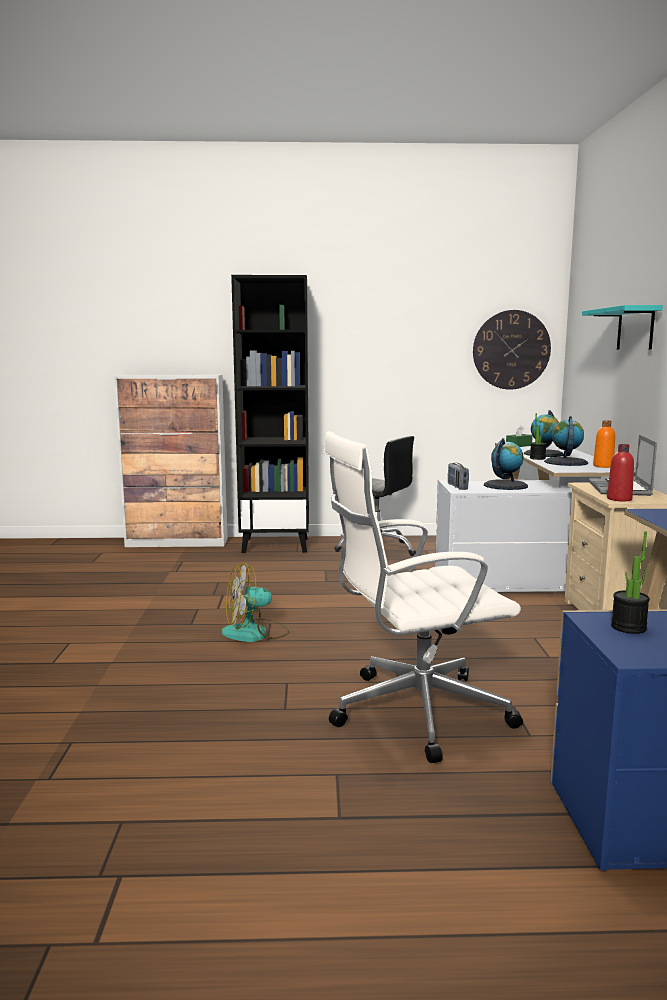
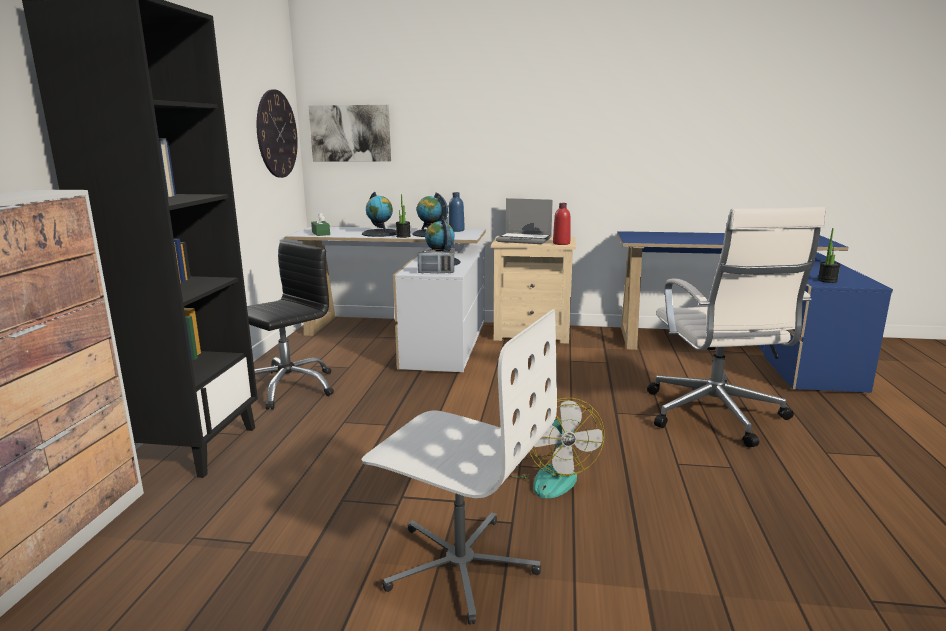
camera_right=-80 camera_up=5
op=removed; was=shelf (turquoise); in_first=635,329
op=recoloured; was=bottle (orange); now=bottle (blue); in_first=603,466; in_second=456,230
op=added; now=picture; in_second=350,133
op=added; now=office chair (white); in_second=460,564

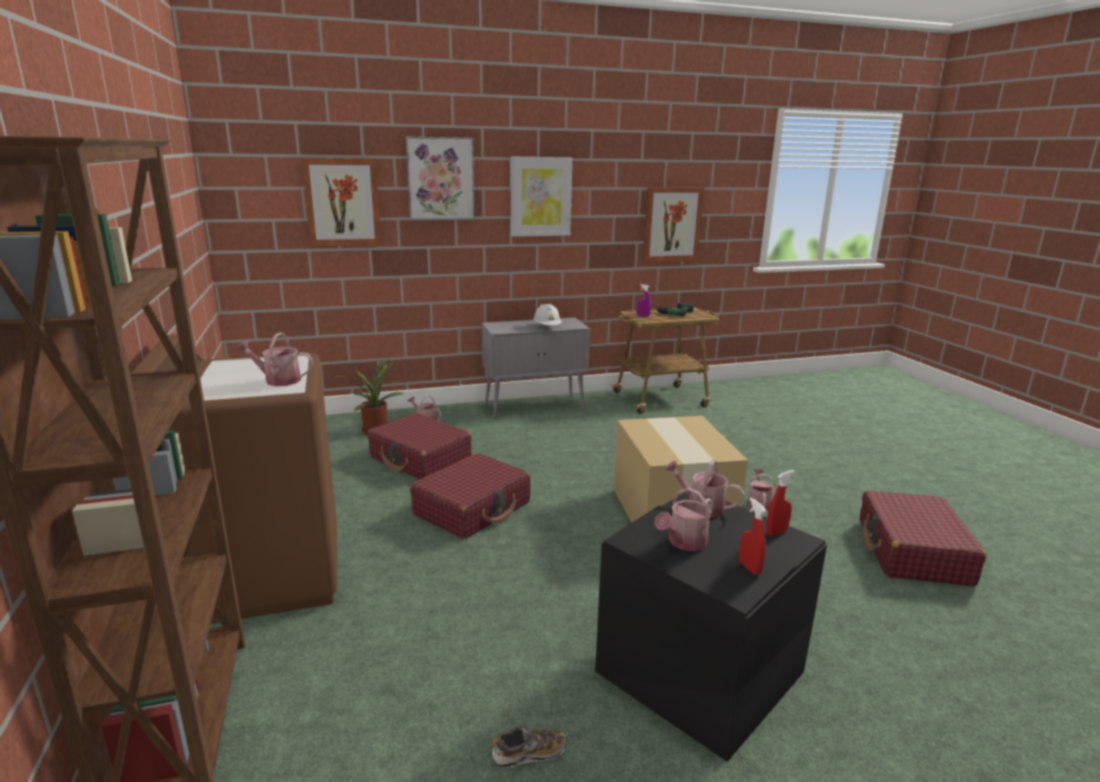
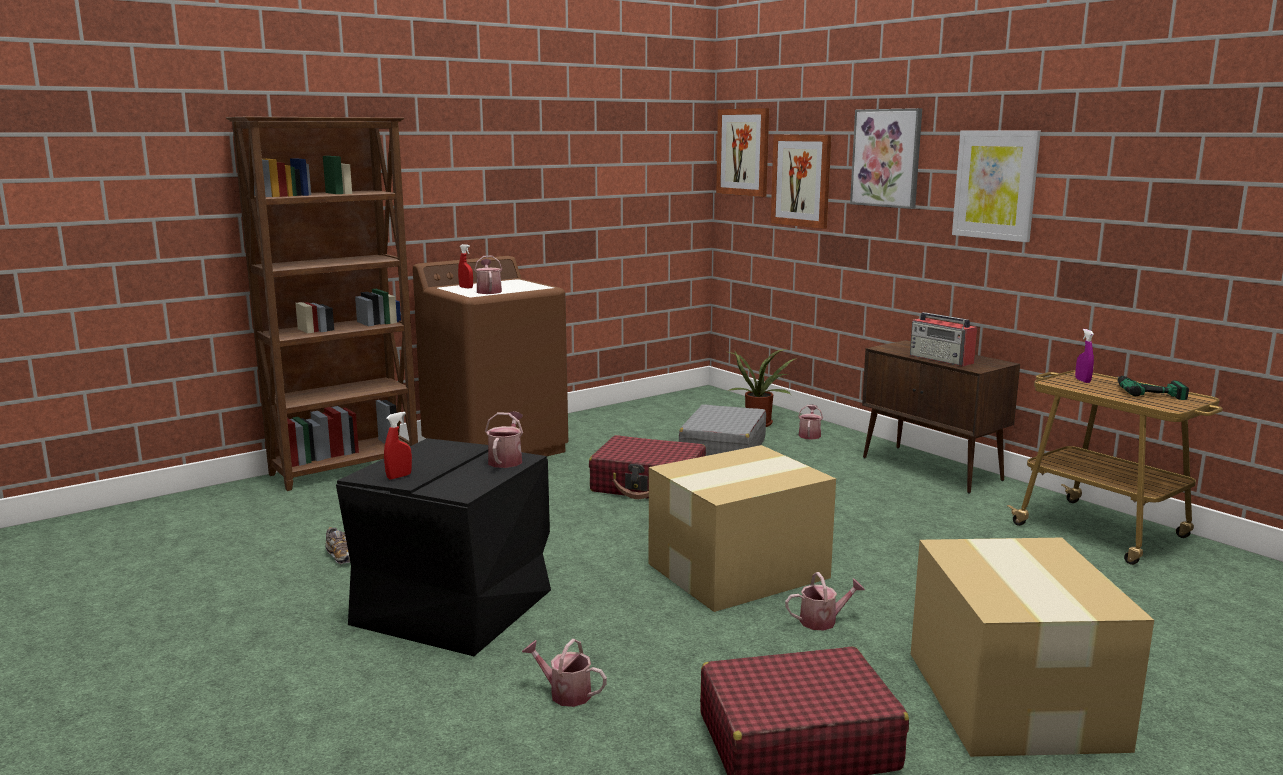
camera_right=70 camera_up=-5
op=moved; was=picture; in_first=672,224; in_second=743,152
op=replaced; was=hard hat (white); now=radio; in_first=547,327; in_second=941,359
op=recoloured; was=cabinet (grey); now=cabinet (brown); in_first=535,407; in_second=932,469
op=recoloured; was=suitcase (red); now=suitcase (grey); in_first=420,459; in_second=722,450
op=moved; was=spray bottle (red); in_first=776,532; in_second=466,287
op=moved; was=watering can; in_first=684,542; in_second=565,693
op=added; now=cardboard box; in_second=1013,697

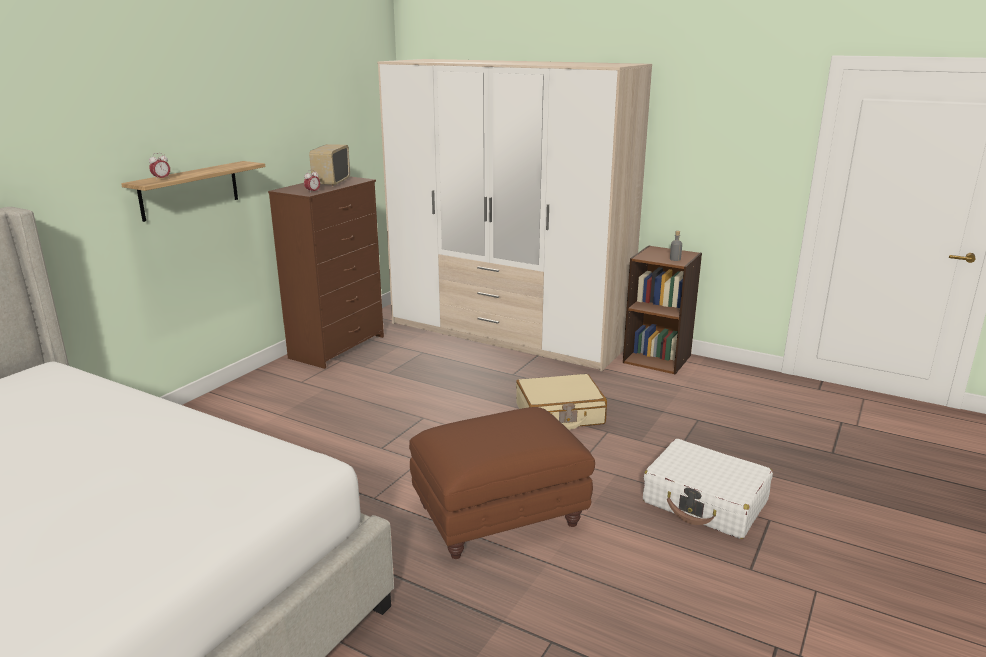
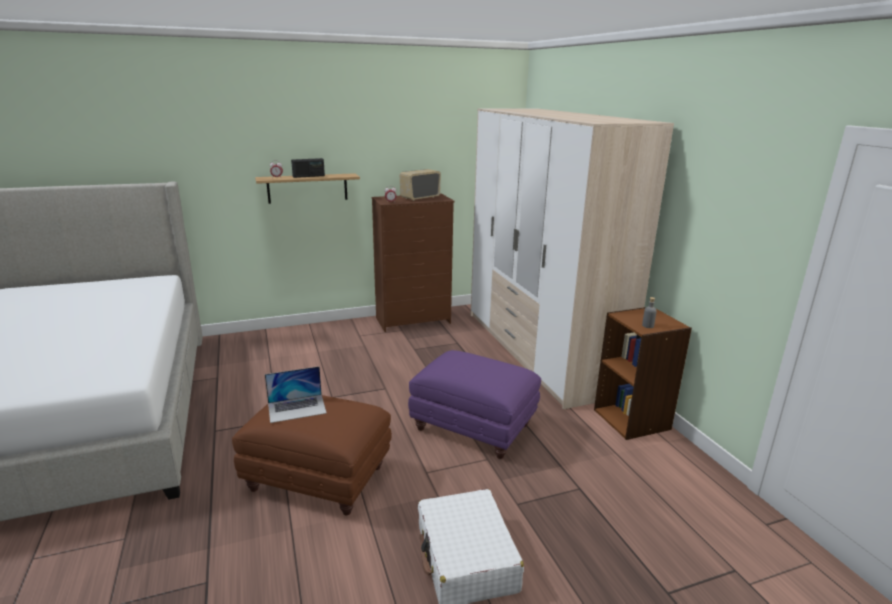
camera_right=40 camera_up=0
op=replaced; was=suitcase (beige); now=ottoman (purple); in_first=559,414; in_second=474,428
op=added; now=radio; in_second=308,176
op=added; now=laptop; in_second=297,408

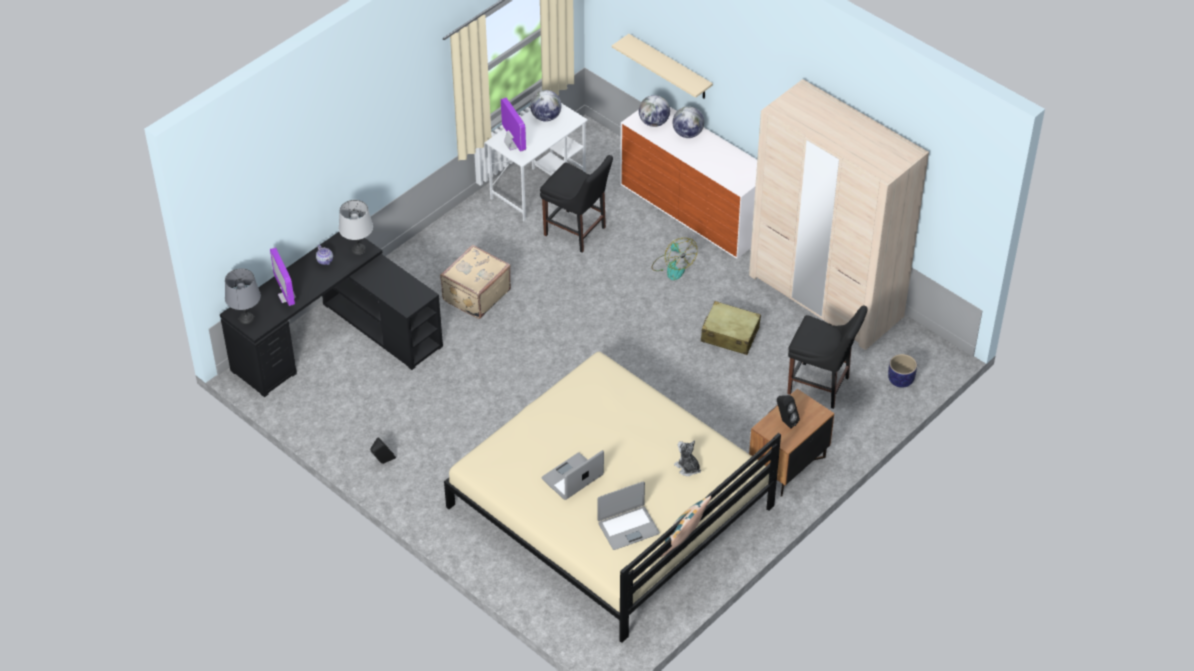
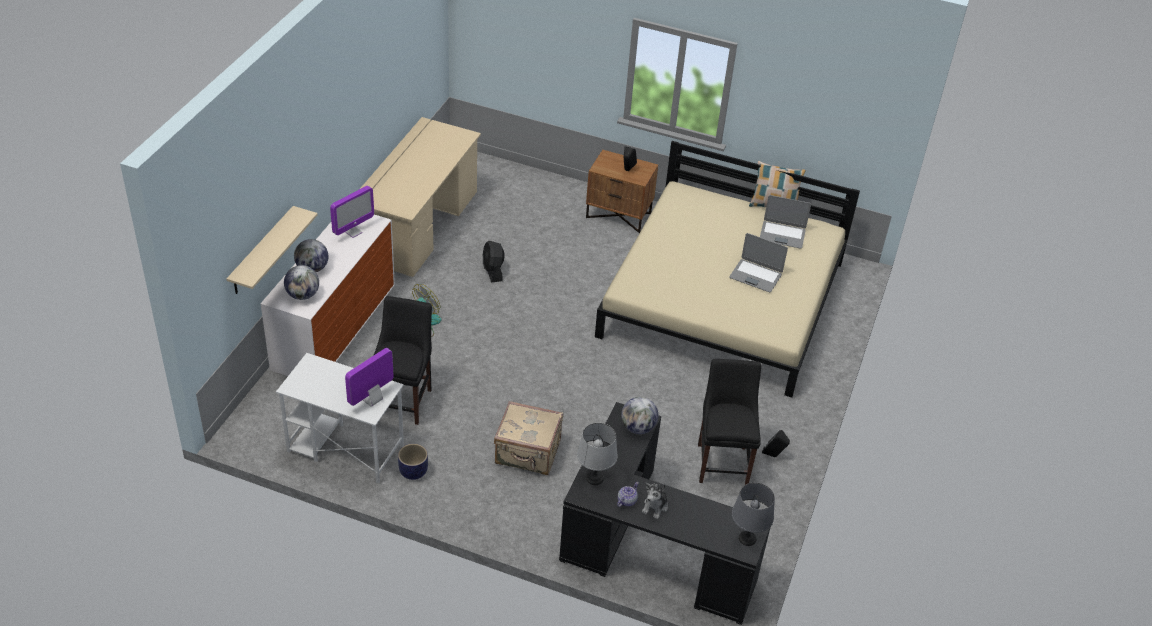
camera_right=-115 camera_up=-5
op=replaced; was=wardrobe (beige); now=desk (beige); in_first=825,296; in_second=418,225
op=moved; was=globe; in_first=546,117; in_second=638,428
op=moved; was=monitor; in_first=286,296; in_second=353,232
op=replaced; was=suitcase (beige); now=fan (black); in_first=730,335; in_second=493,271
op=moved; was=chair (black); in_first=821,387; in_second=722,462
op=moved; was=planter; in_first=900,380; in_second=413,472
op=moved; was=plush toy; in_first=687,468; in_second=655,506
op=turned; was=laptop; in_first=628,528; in_second=782,235; clockwise=150

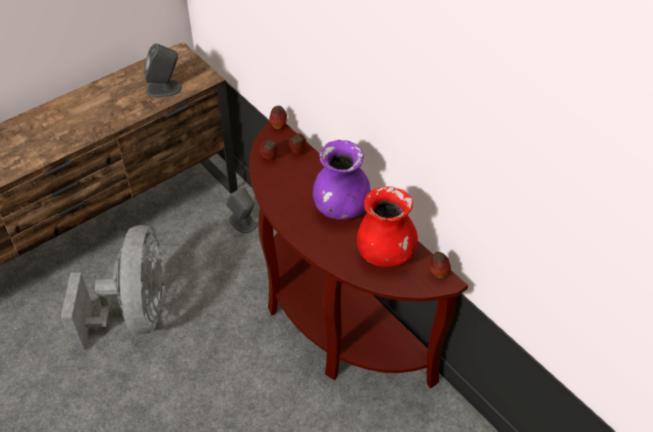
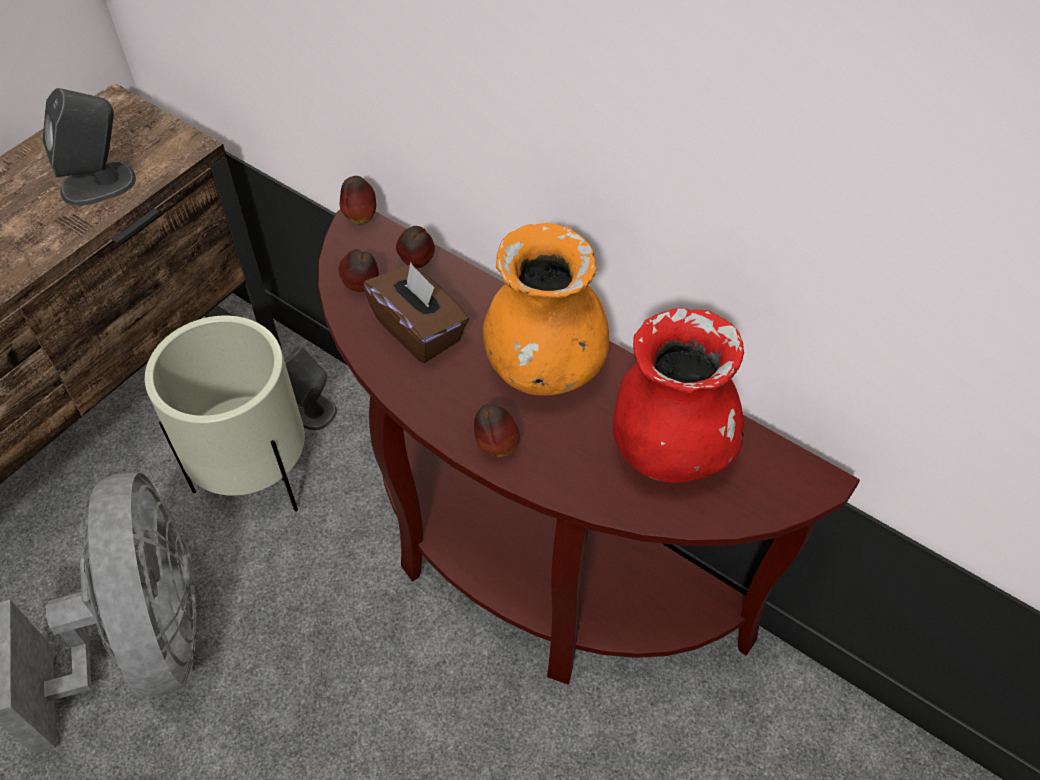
camera_right=-15 camera_up=5
op=recoloured; was=vase (purple); now=vase (orange); in_first=341,208; in_second=545,366
op=moved; was=apple; in_first=438,273; in_second=495,446
op=added; now=tissue box (brown); in_second=419,330
op=added; now=planter (beige); in_second=256,475

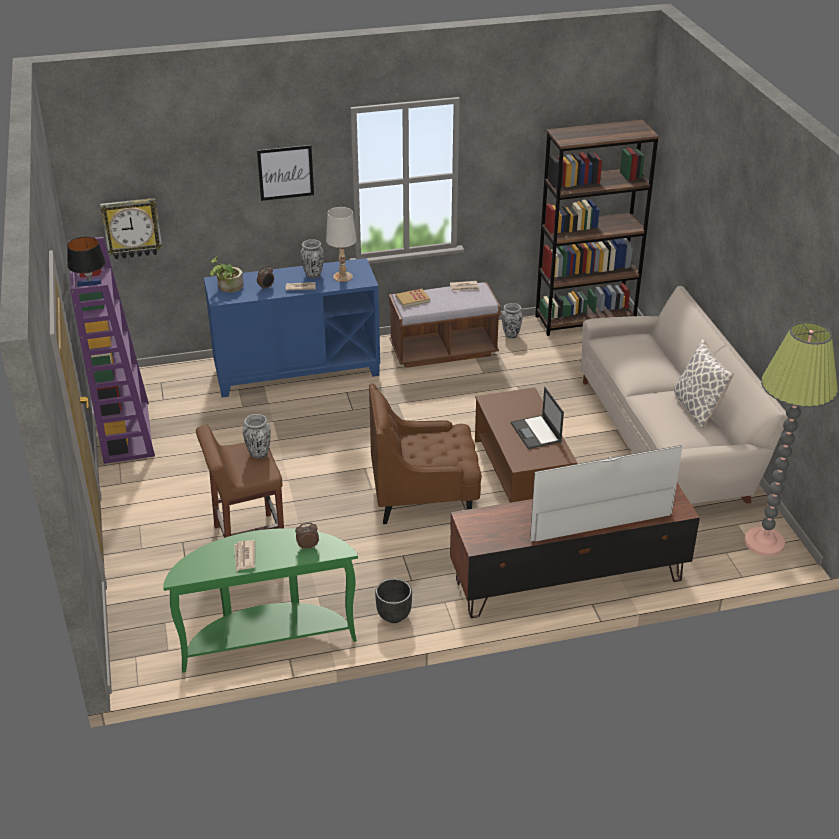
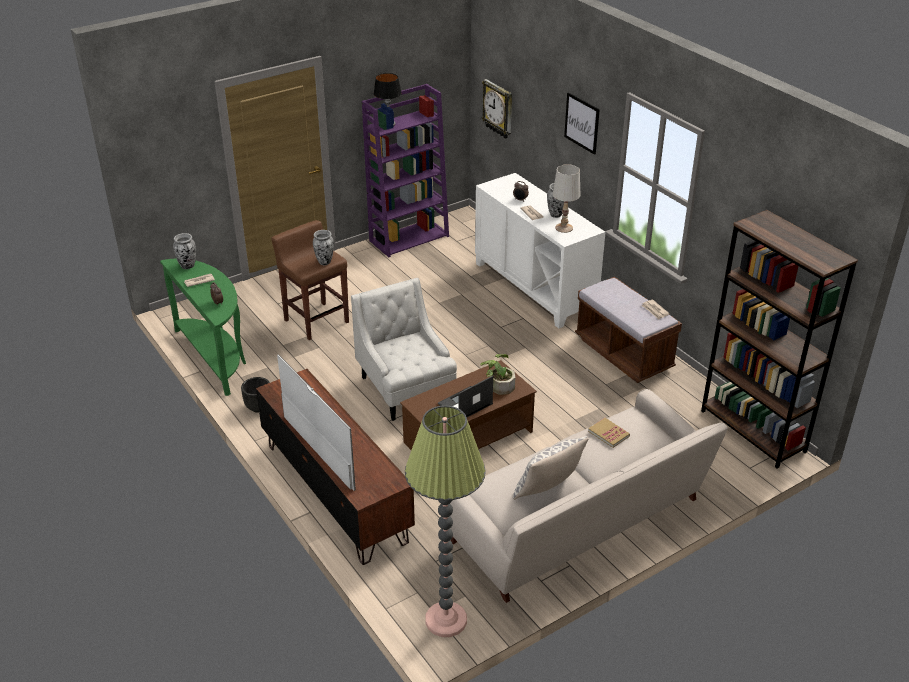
camera_right=70 camera_up=0
op=moved; was=potted plant; in_first=227,287; in_second=499,385
op=recoloured; was=cabinet (blue); now=cabinet (white); in_first=297,371; in_second=535,287
op=moved; was=book; in_first=412,299; in_second=608,434
op=moved; was=vase; in_first=511,335; in_second=187,266
op=recoloured; was=armchair (brown); now=armchair (white); in_first=424,497; in_second=406,390

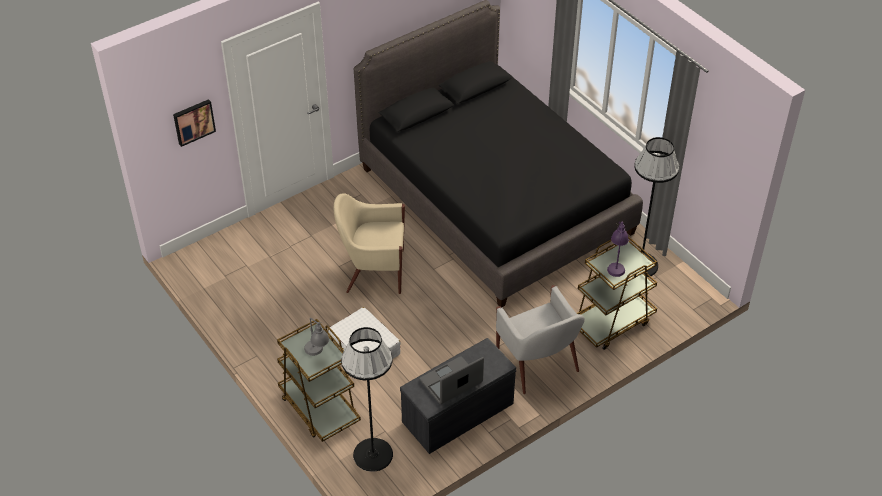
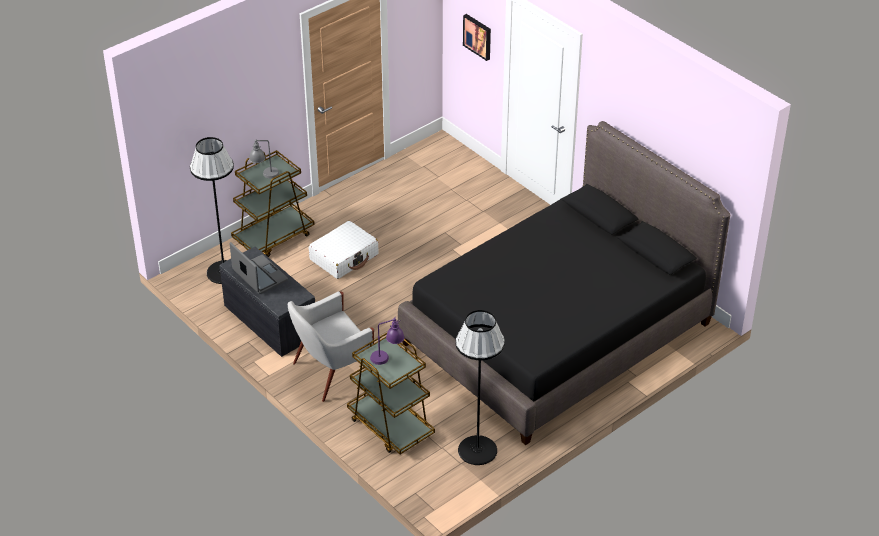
camera_right=85 camera_up=-5
op=removed; was=armchair (beige); in_first=373,271

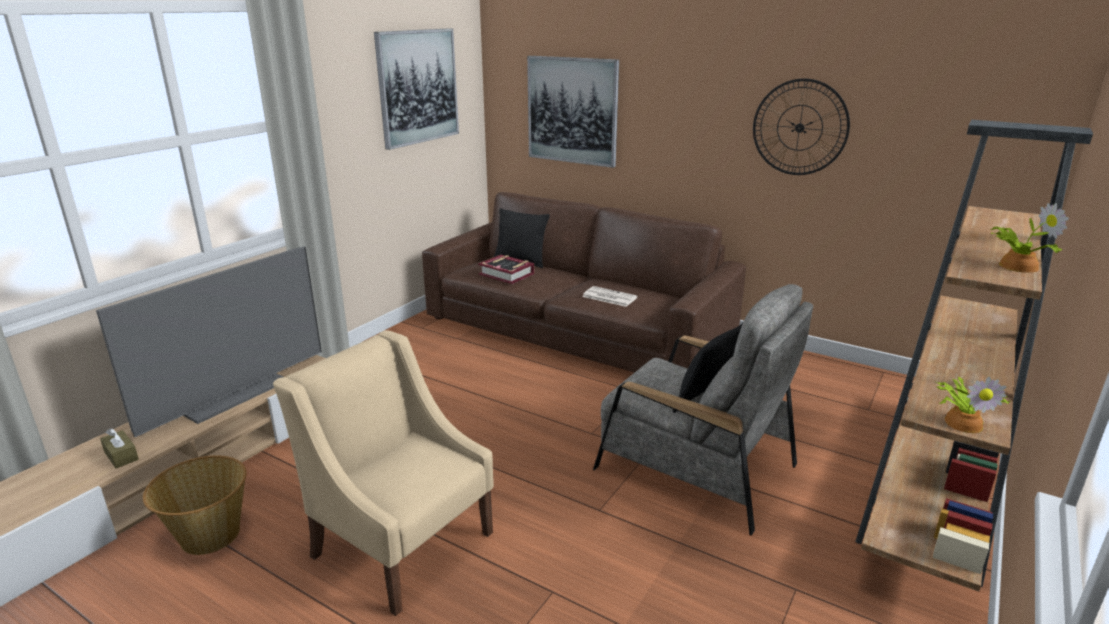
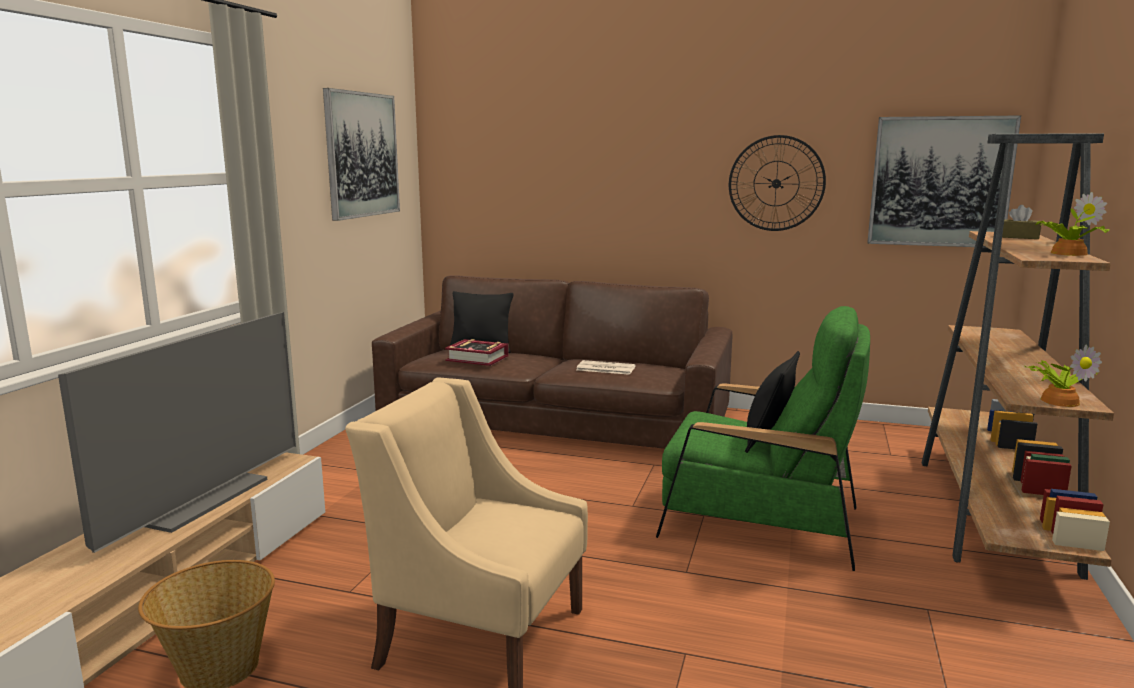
camera_right=-15 camera_up=-10
op=moved; was=picture; in_first=572,110; in_second=940,182
op=recoloured; was=armchair (grey); now=armchair (green); in_first=694,467; in_second=759,521
op=moved; was=tissue box (brown); in_first=121,456; in_second=1017,237

